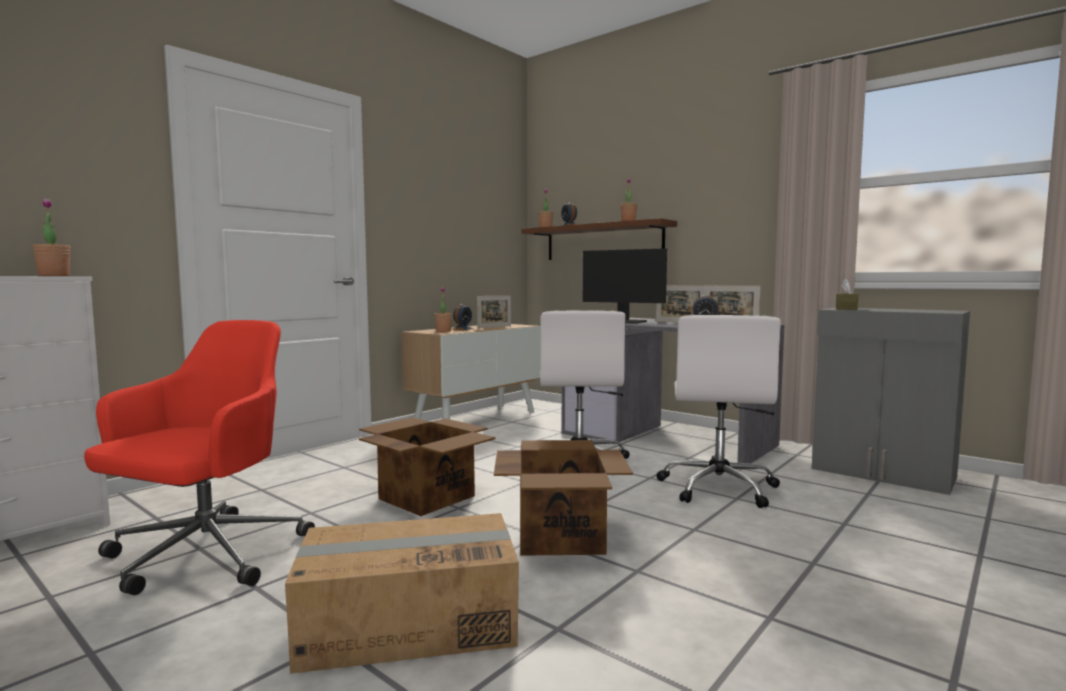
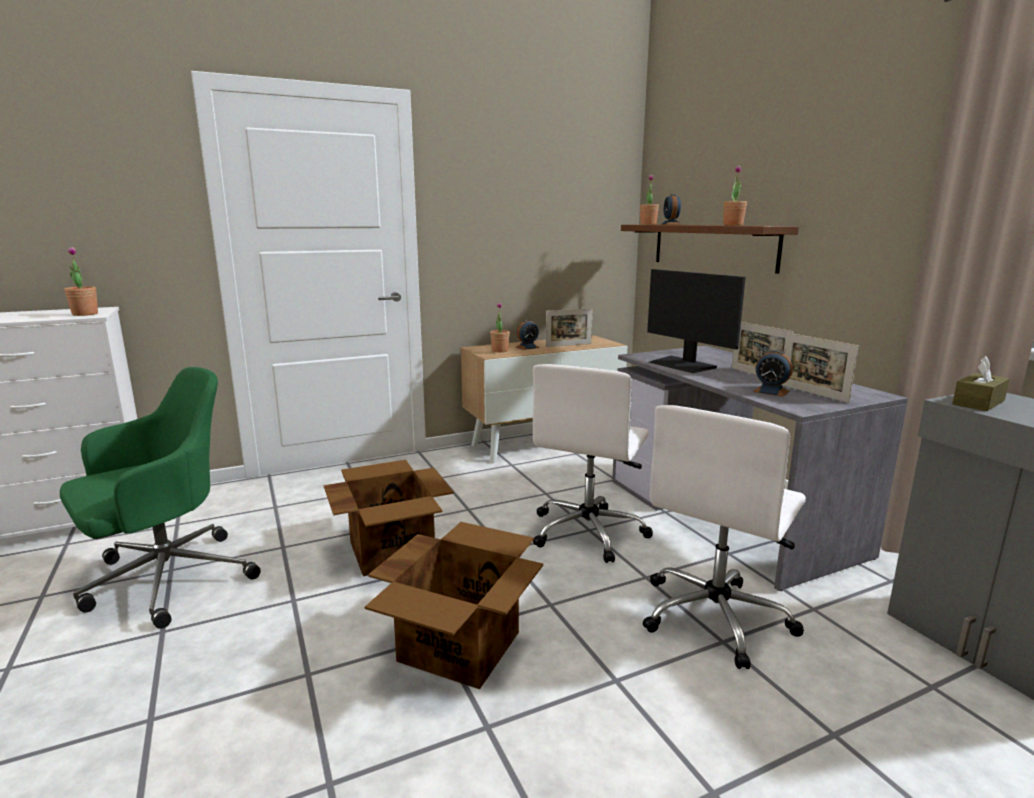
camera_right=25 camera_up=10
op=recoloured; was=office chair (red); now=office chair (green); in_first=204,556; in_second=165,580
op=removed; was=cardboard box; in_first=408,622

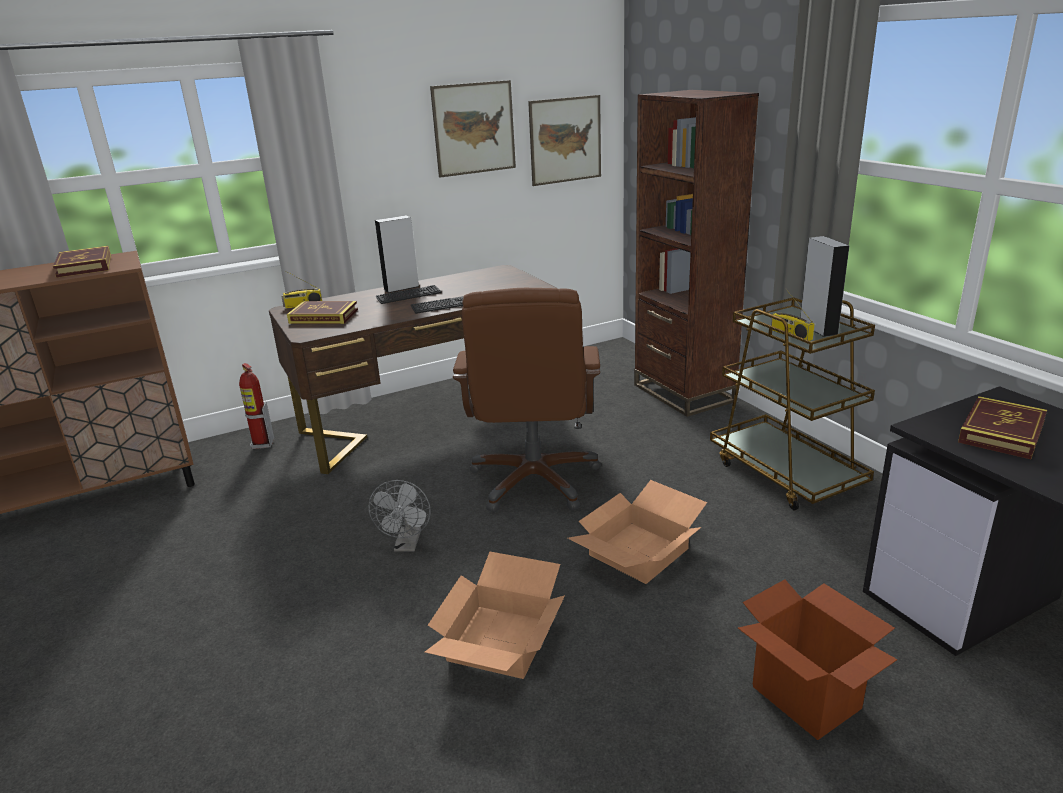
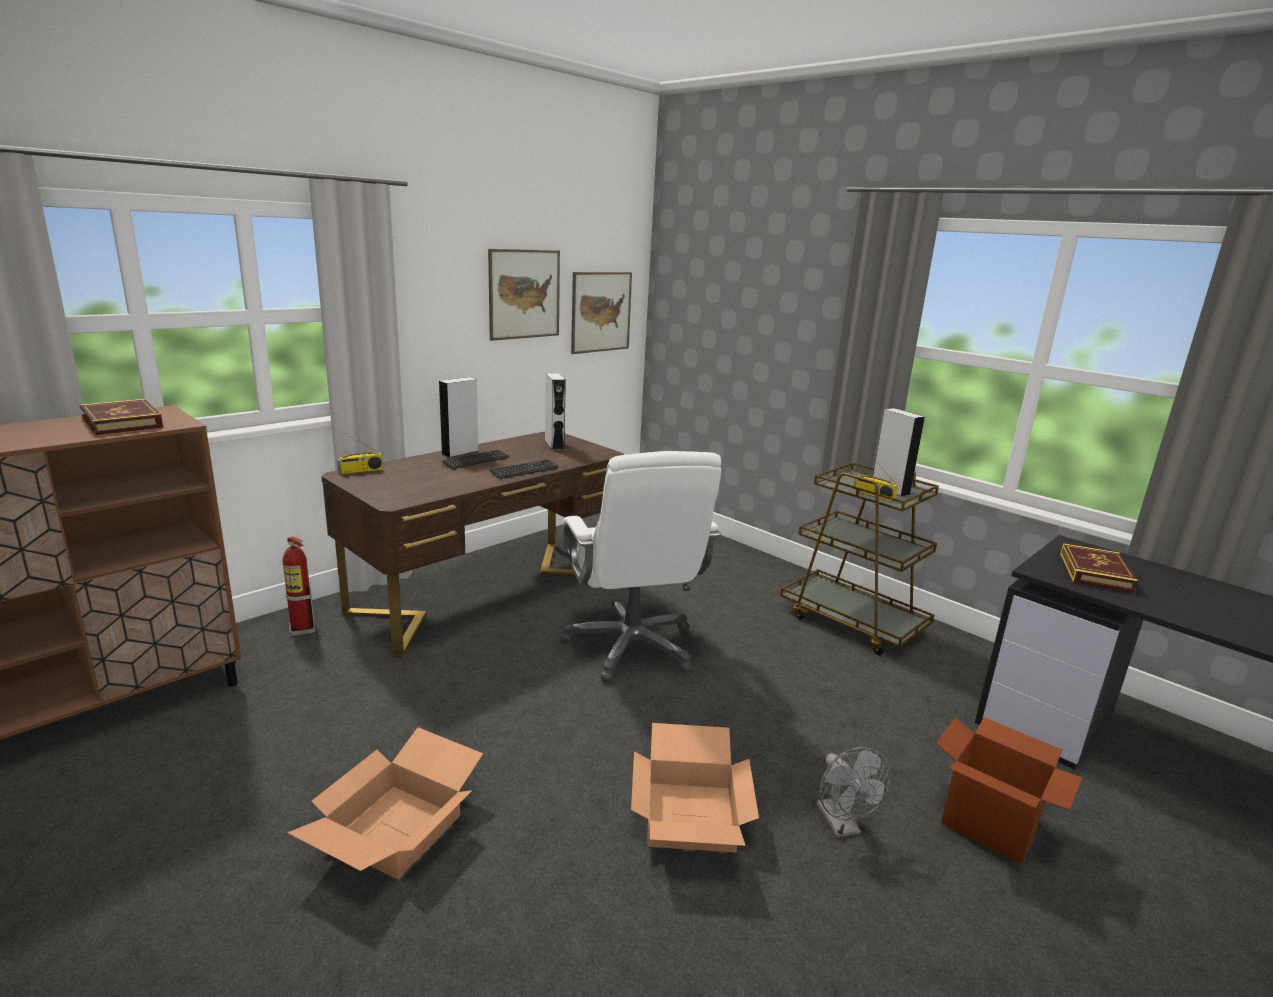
camera_right=-20 camera_up=-5
op=removed; was=bookcase (brown); in_first=683,393
op=recoloured; was=office chair (brown); now=office chair (white); in_first=534,480; in_second=632,646
op=removed; was=book; in_first=323,316
op=moved; was=fan (grey); in_first=407,545; in_second=842,826
op=moved; was=cardboard box; in_first=638,551; in_second=395,827
op=added; now=speaker (grey); in_second=554,445

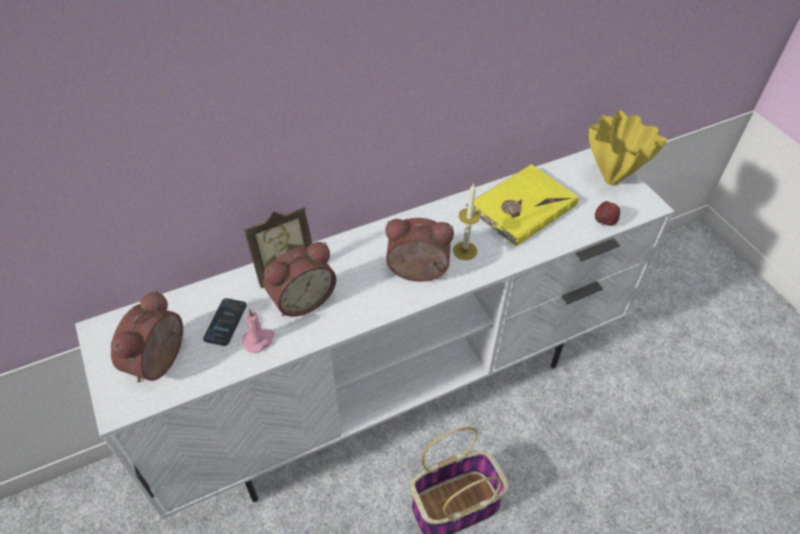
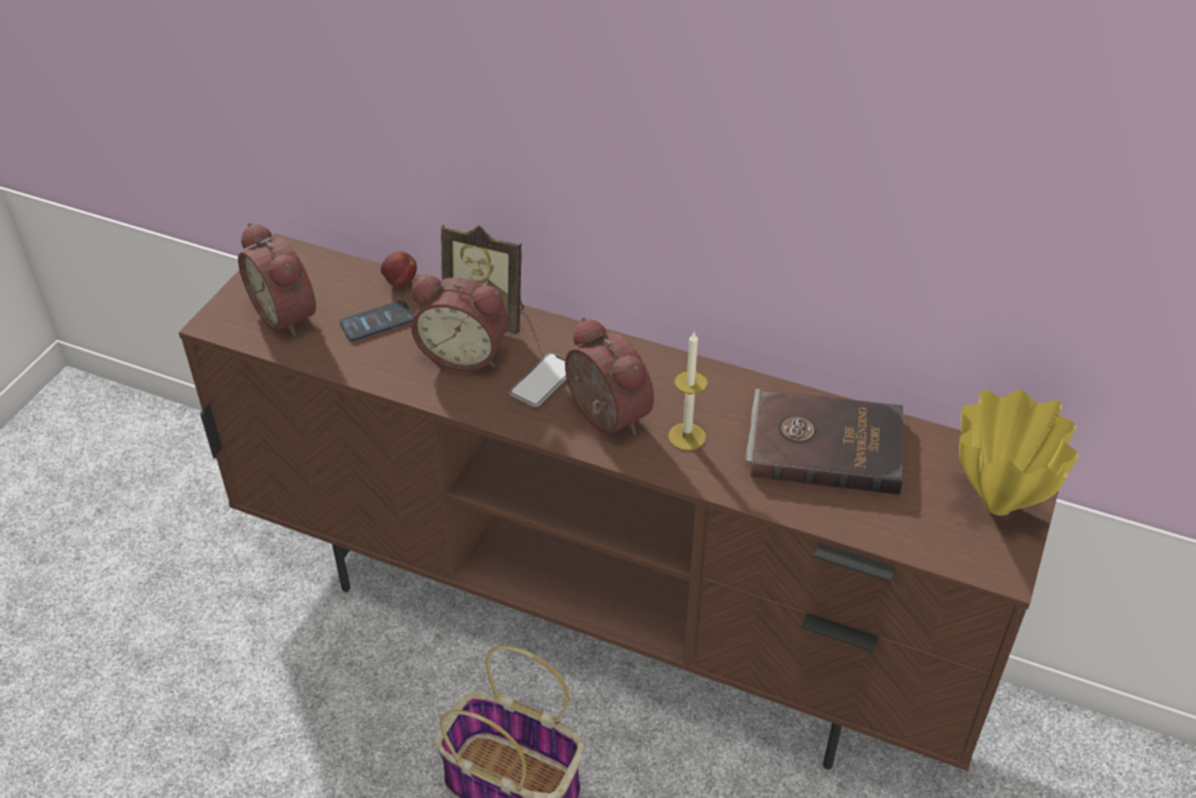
camera_right=50 camera_up=-5
op=recoloured; was=tv stand (white); now=tv stand (brown); in_first=398,393; in_second=604,623
op=recoloured; was=book (yellow); now=book (brown); in_first=521,207; in_second=824,445
op=moved; was=apple; in_first=604,222; in_second=400,283
op=turned; was=alarm clock; in_first=161,362; in_second=289,313; clockwise=-105
op=removed; was=candle (pink); in_first=259,340
op=added; now=phone; in_second=543,381

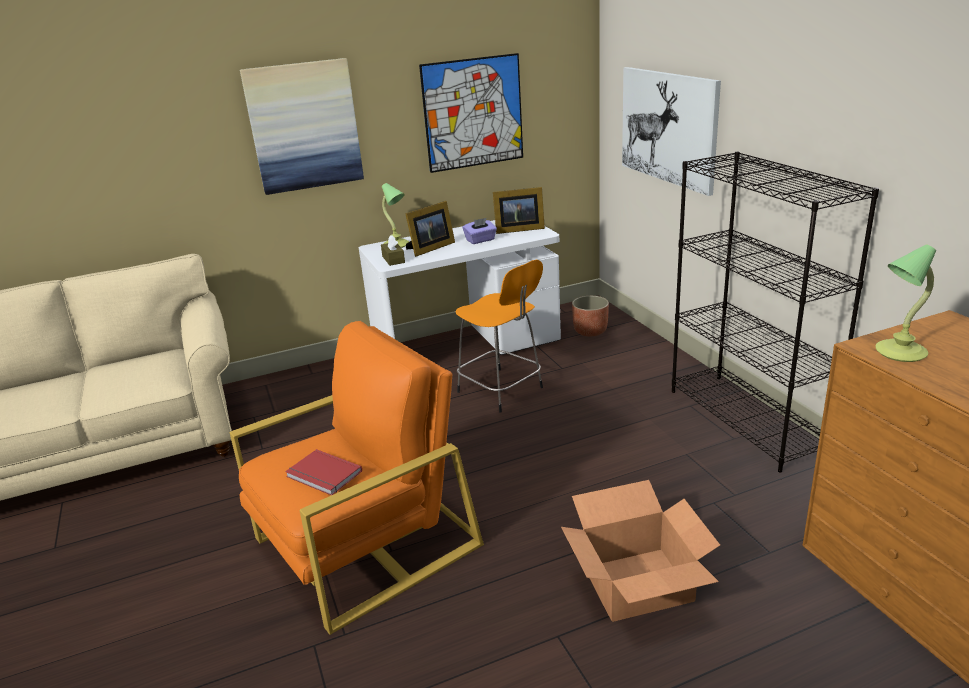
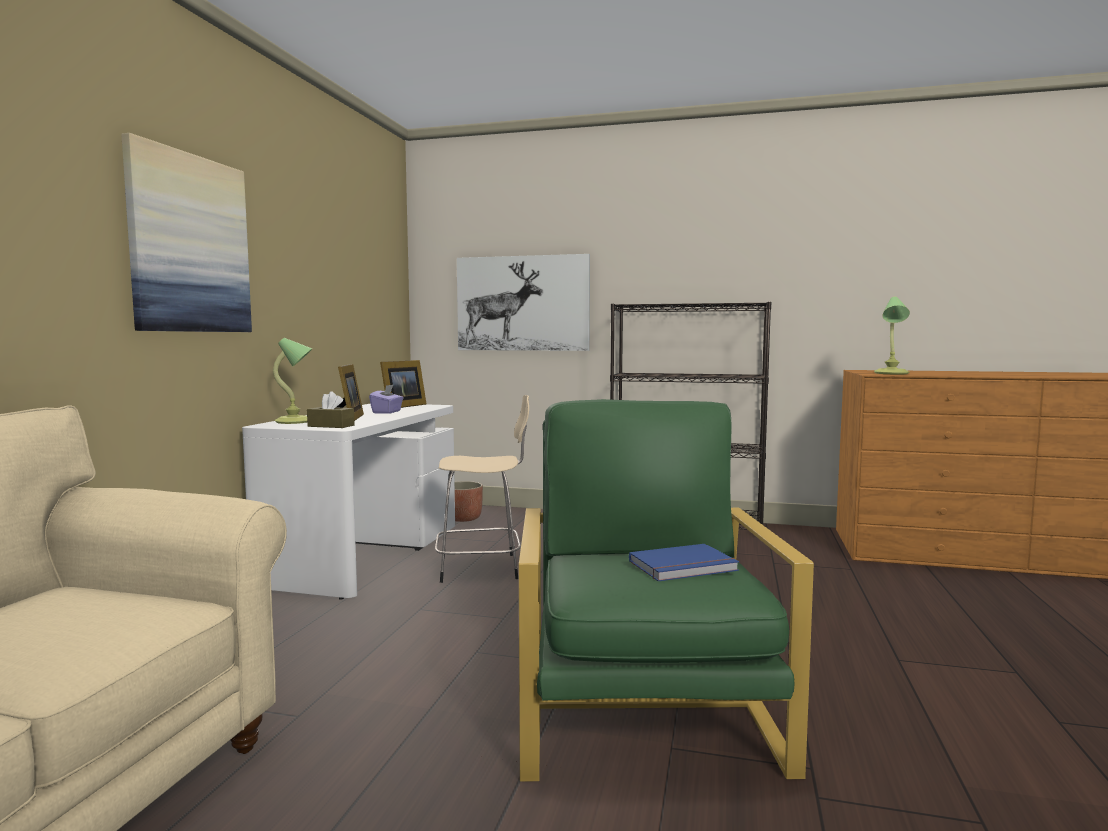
camera_right=-55 camera_up=-20
op=removed; was=picture; in_first=473,113
op=recoloured; was=stool (orange); now=stool (beige); in_first=502,391; in_second=482,568
op=recoloured; was=armchair (orange); now=armchair (green); in_first=364,543; in_second=643,705
op=recoloured; was=book (red); now=book (blue); in_first=323,475; in_second=684,567
op=removed; was=cardboard box; in_first=638,584

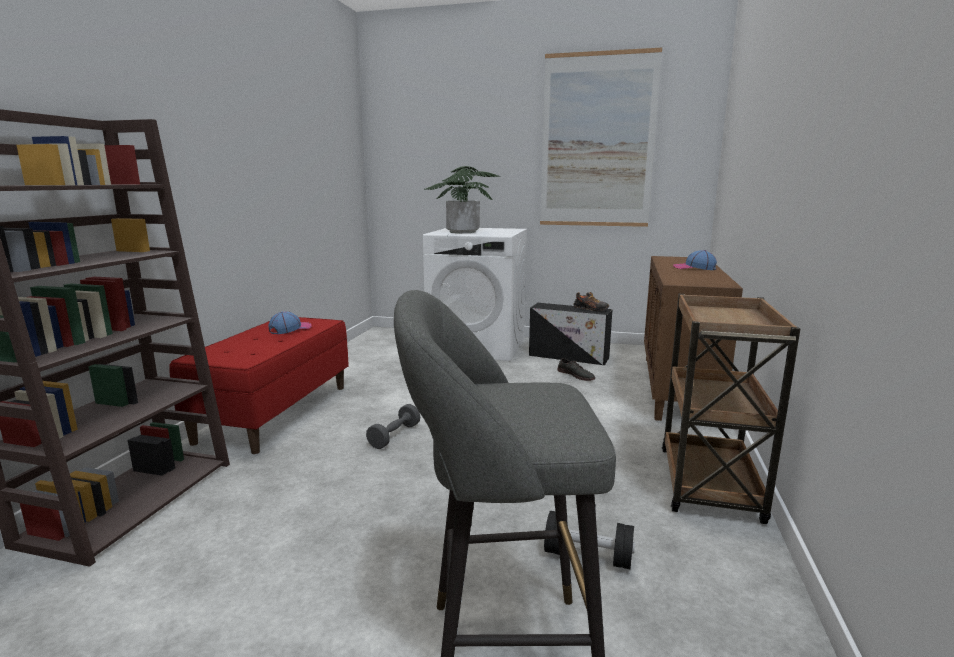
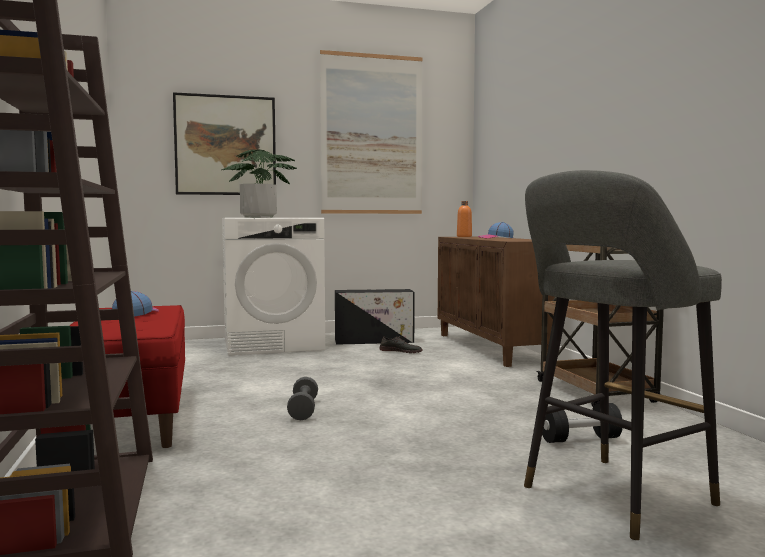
camera_right=-30 camera_up=-10
op=removed; was=shoe; in_first=591,309
op=added; now=picture; in_second=225,145
op=added; now=bottle (orange); in_second=464,236

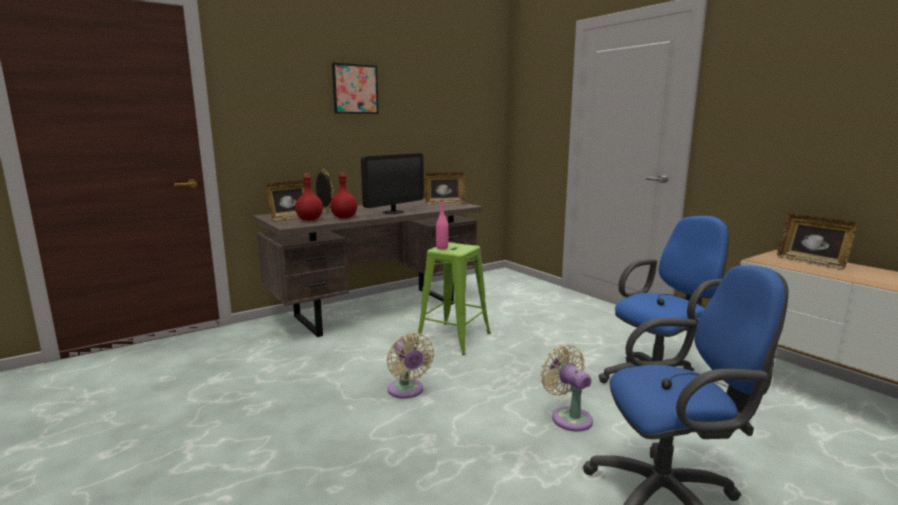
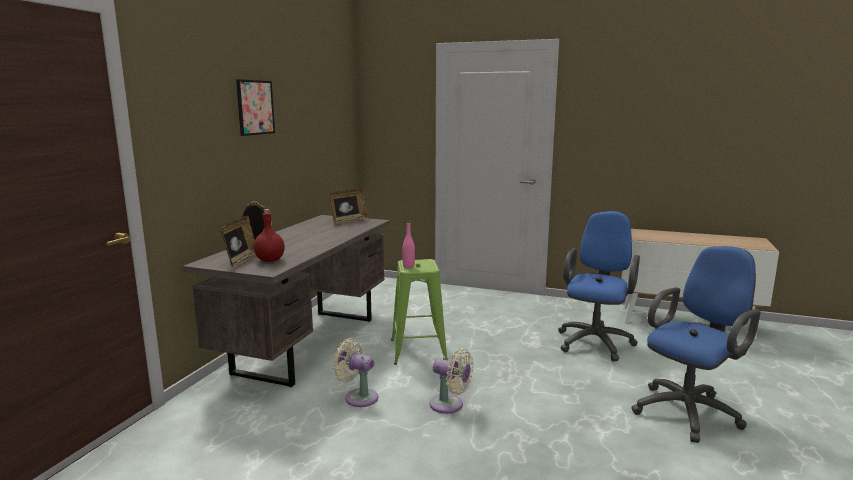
camera_right=-35 camera_up=0
op=removed; was=monitor; in_first=393,212
op=removed; was=bottle (red); in_first=344,217
op=removed; was=picture frame; in_first=811,262
op=moved; was=fan (beige); in_first=569,417; in_second=358,397

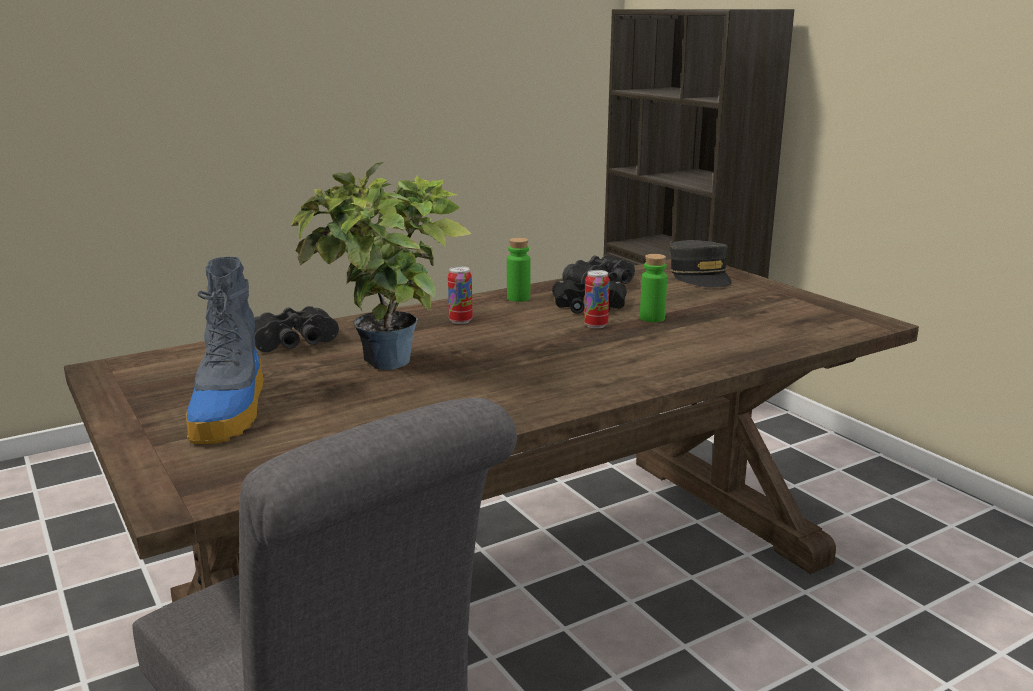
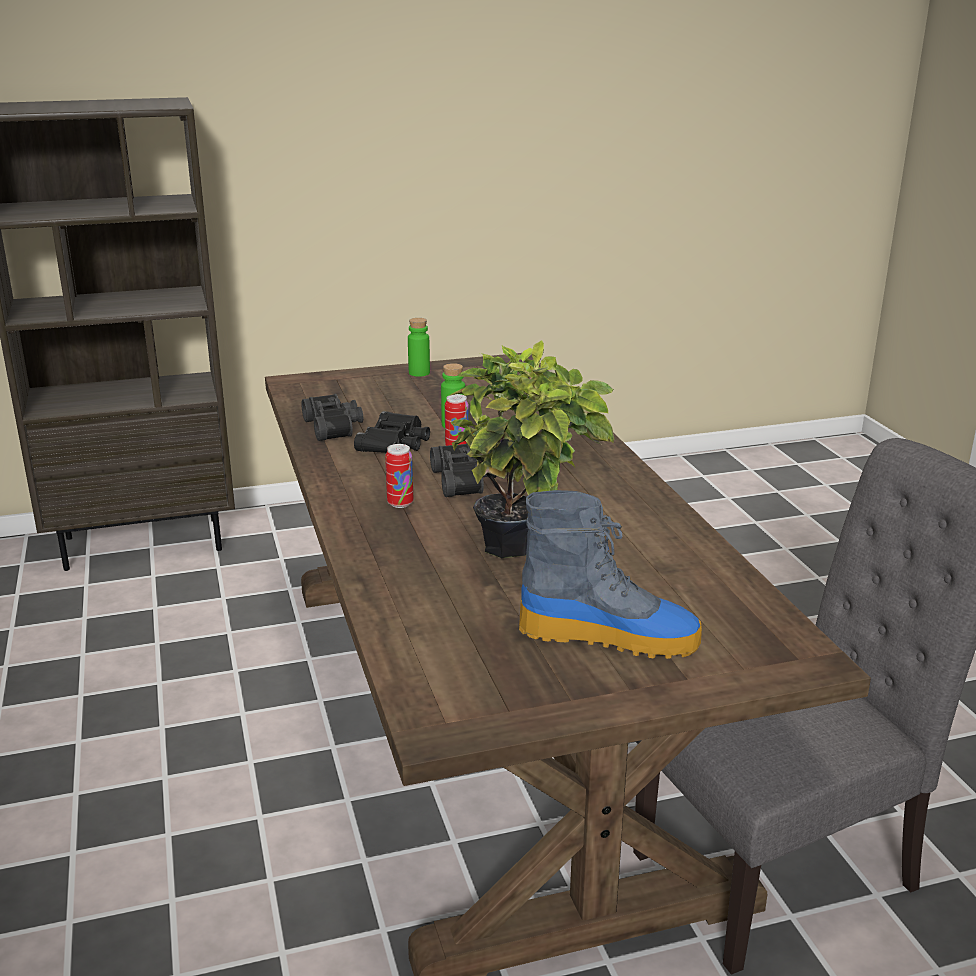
camera_right=-75 camera_up=5
op=moved; was=bottle (green); in_first=518,298; in_second=419,373
op=removed; was=cap (grey); in_first=700,276
op=moved; was=binoculars (black); in_first=295,344; in_second=465,480

